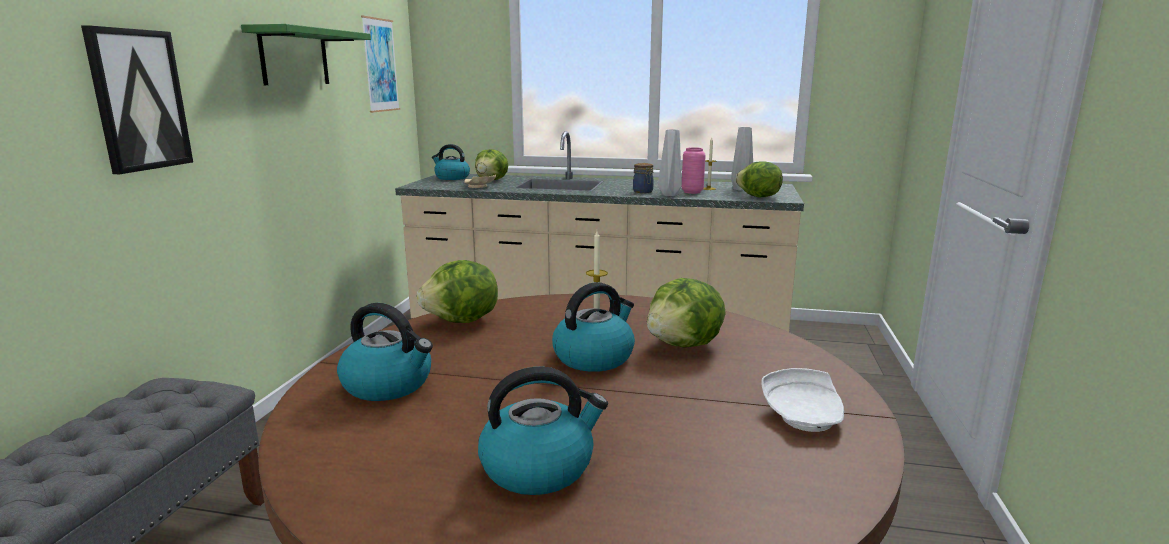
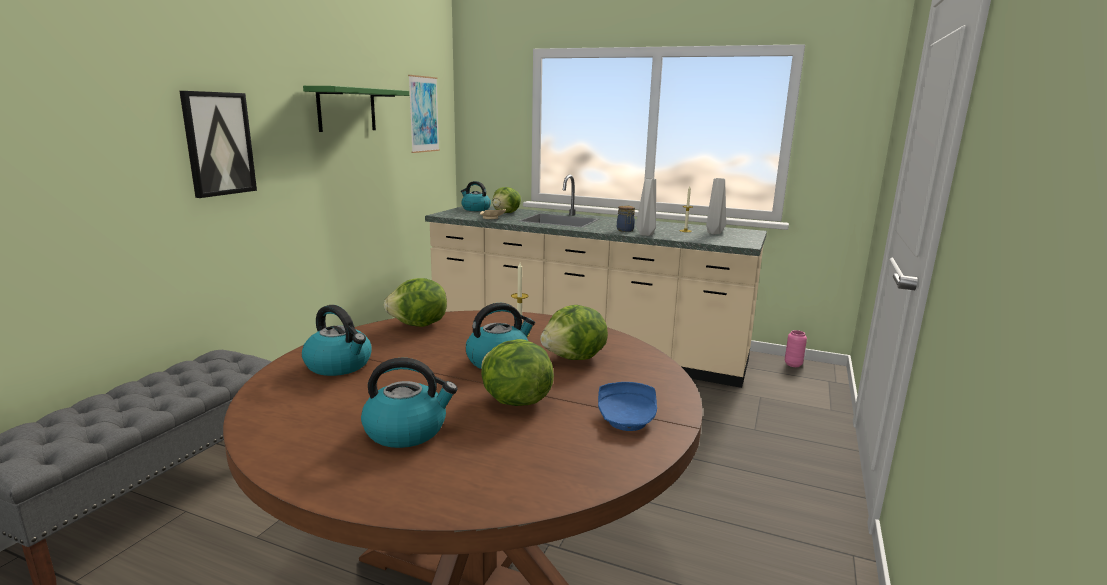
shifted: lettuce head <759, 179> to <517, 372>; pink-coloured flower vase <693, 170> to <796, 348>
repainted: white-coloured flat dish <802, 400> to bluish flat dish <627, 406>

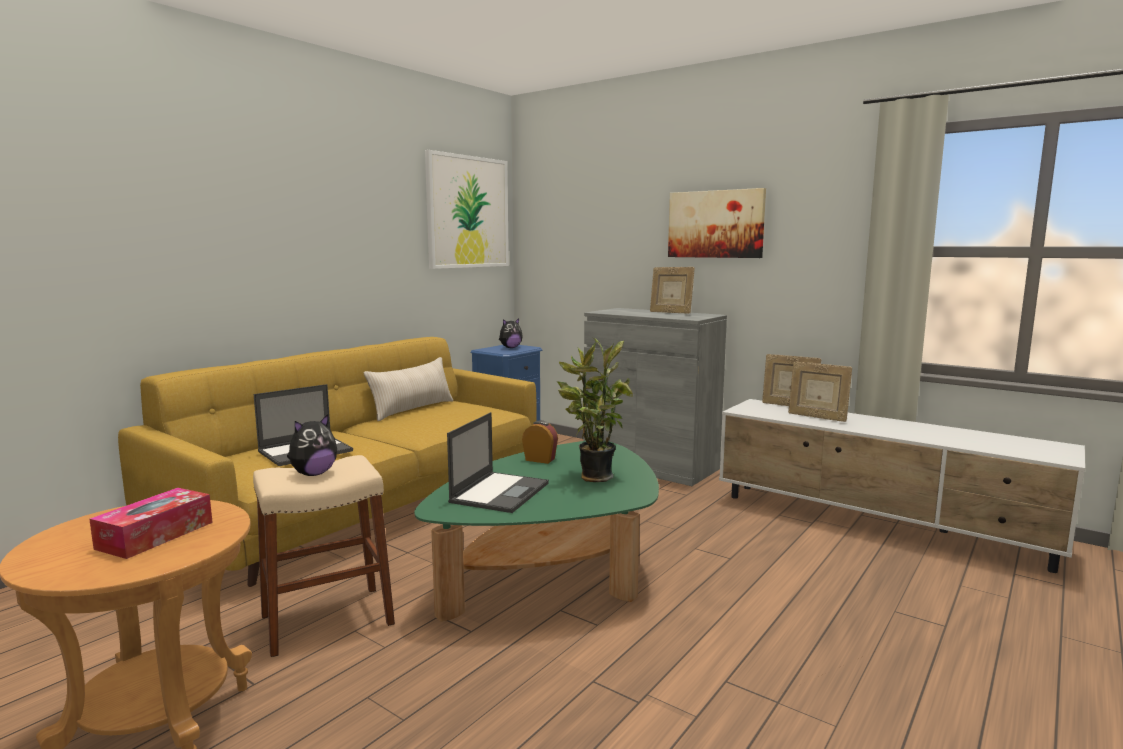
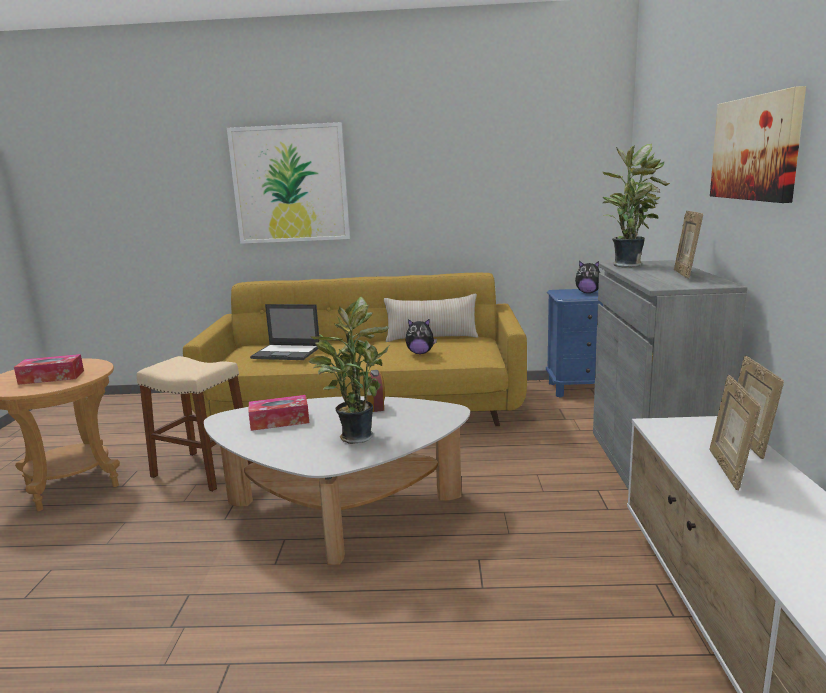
new: houseplant <636, 206>
shifted: wall picture <467, 209> to <288, 183>; soft toy <312, 445> to <421, 336>
swapped: notebook computer <498, 462> to box of tissues <278, 413>
repainted: greenish coffee table <537, 531> to white-coloured coffee table <337, 480>

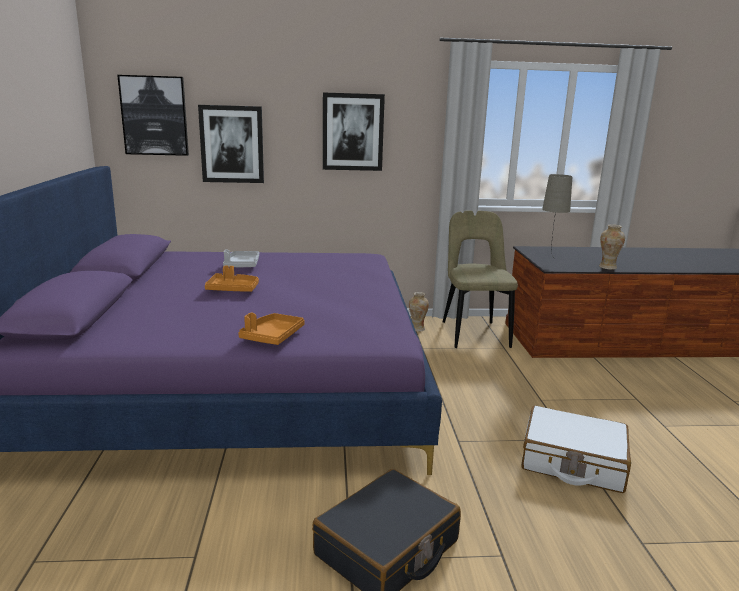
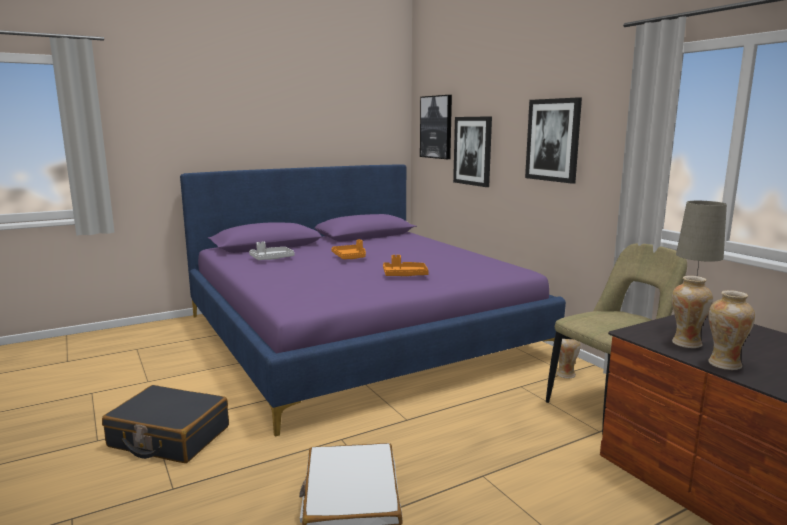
new: flower vase <692, 312>
shifted: grey serving tray <241, 258> to <272, 250>; orange serving tray <271, 329> to <406, 265>

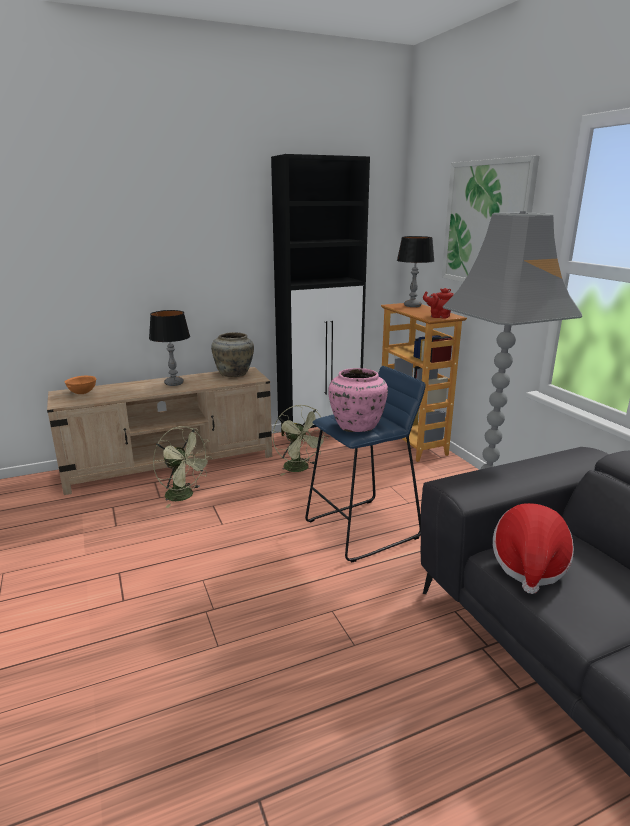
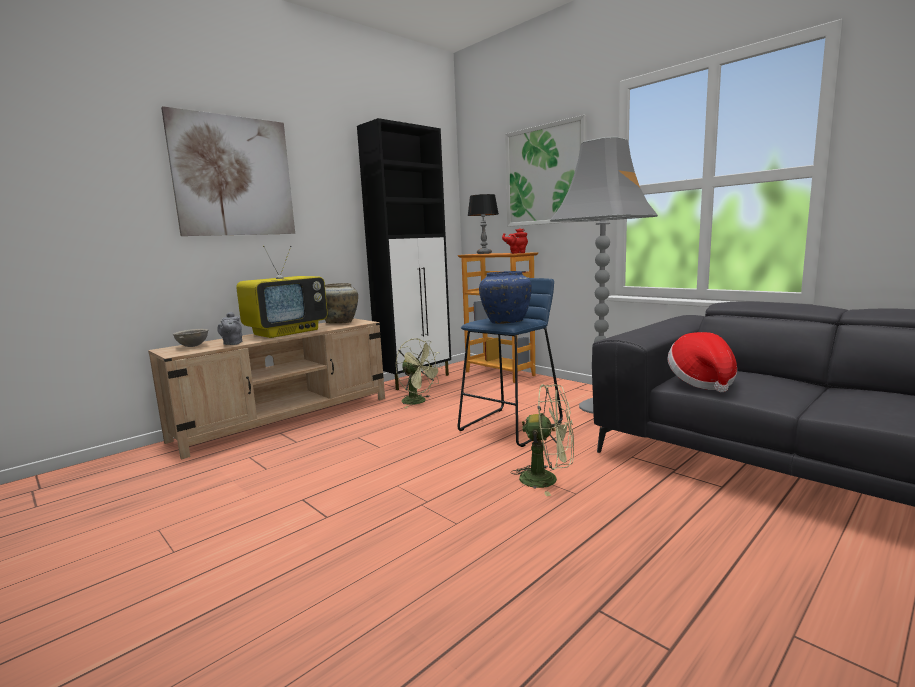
new: wall picture <228, 171>; grey tea pot <229, 328>
shifted: greenish electric fan <183, 467> to <542, 440>
swapped: lamp for a table <169, 348> to TV set <281, 292>
repainted: orange serving bowl <80, 385> to grey serving bowl <190, 338>; pink-coloured flower vase <358, 400> to bluish flower vase <505, 297>

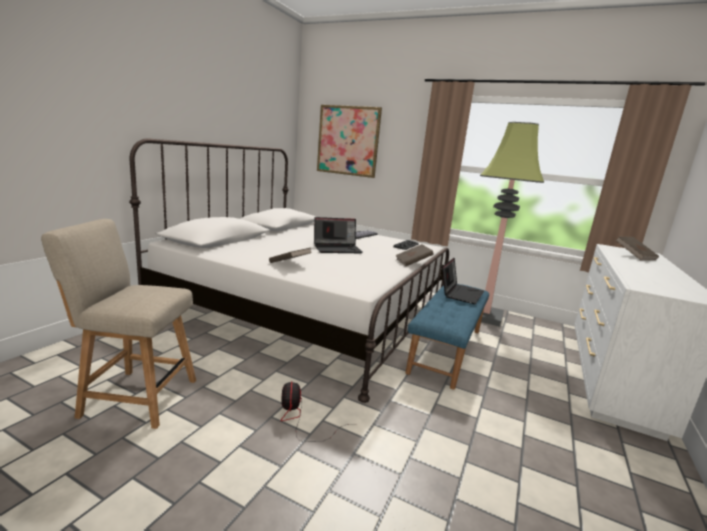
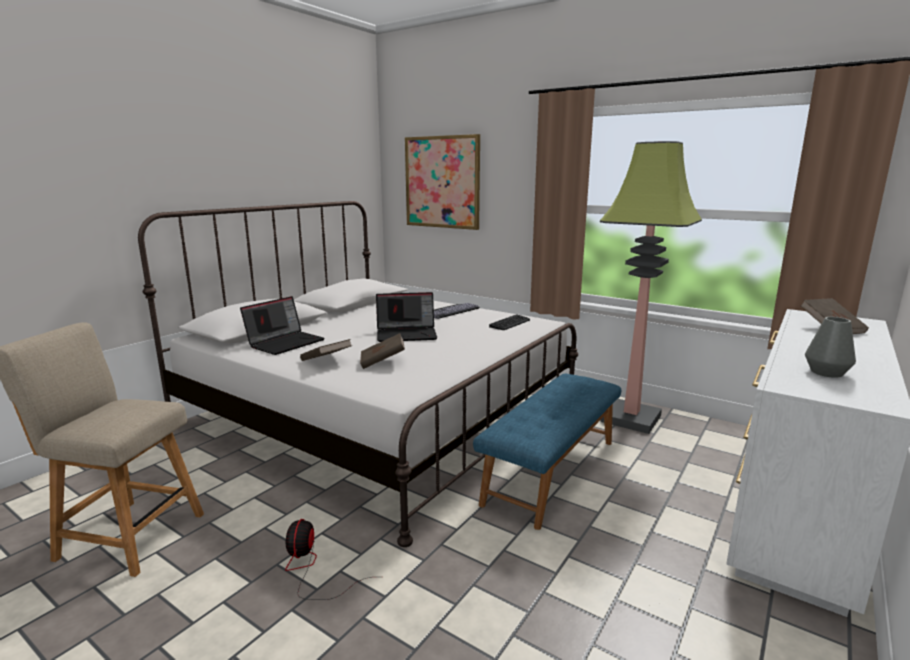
new: grey flower vase <830, 347>
shifted: notebook computer <463, 281> to <282, 325>; brown volume <415, 255> to <382, 351>

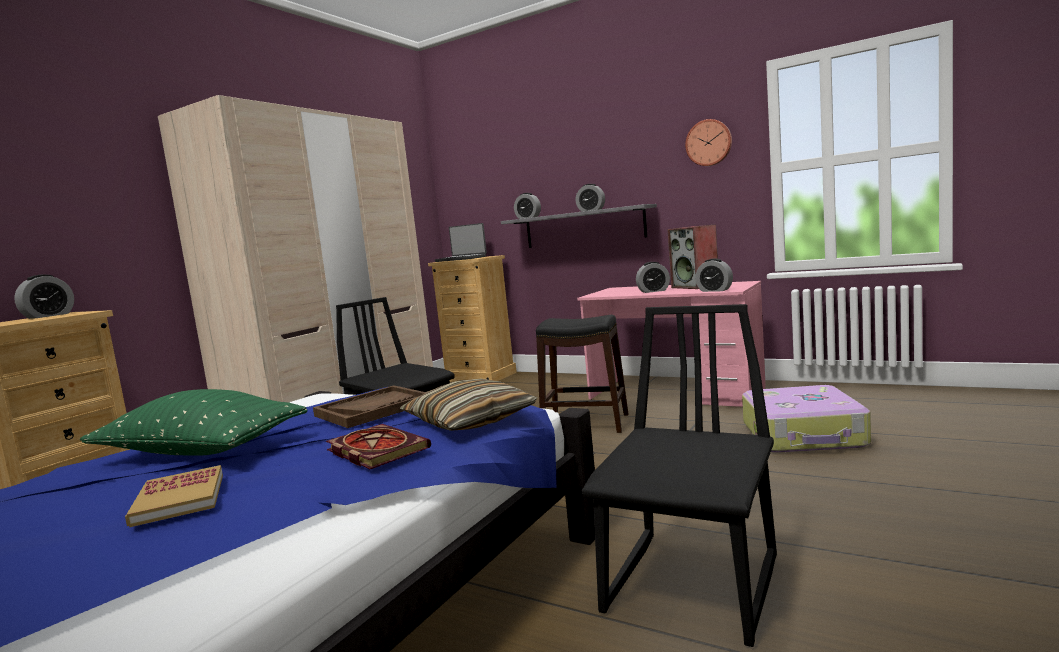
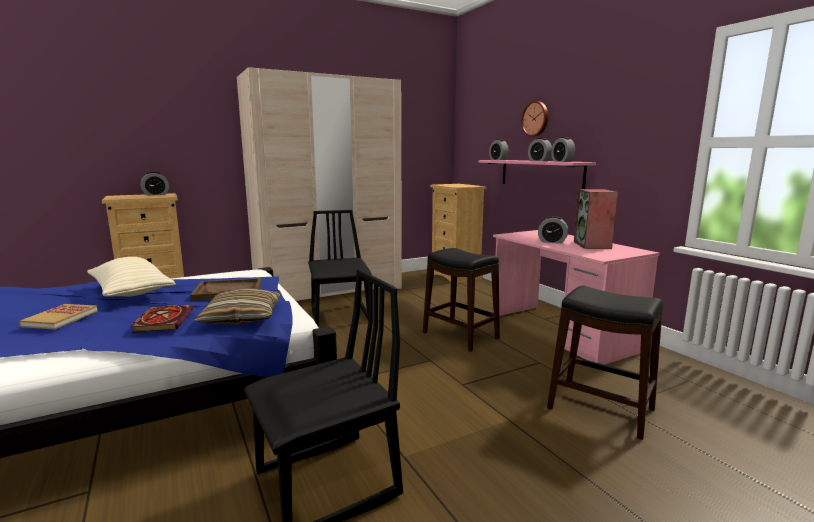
gone: notebook computer <461, 242>
shifted: clock on the wall <708, 142> to <534, 119>; bedside clock <714, 275> to <563, 149>
swapped: piece of luggage <806, 419> to black-coloured stool seat <605, 363>
repainted: greenish pillow <194, 422> to sand-coloured pillow <131, 277>; grey bracket shelf <579, 226> to pink-coloured bracket shelf <537, 174>

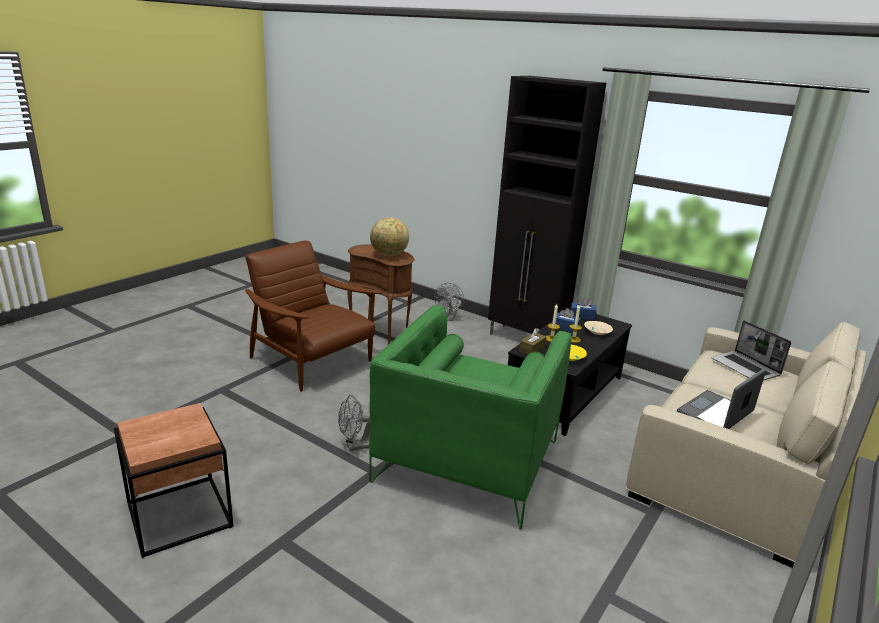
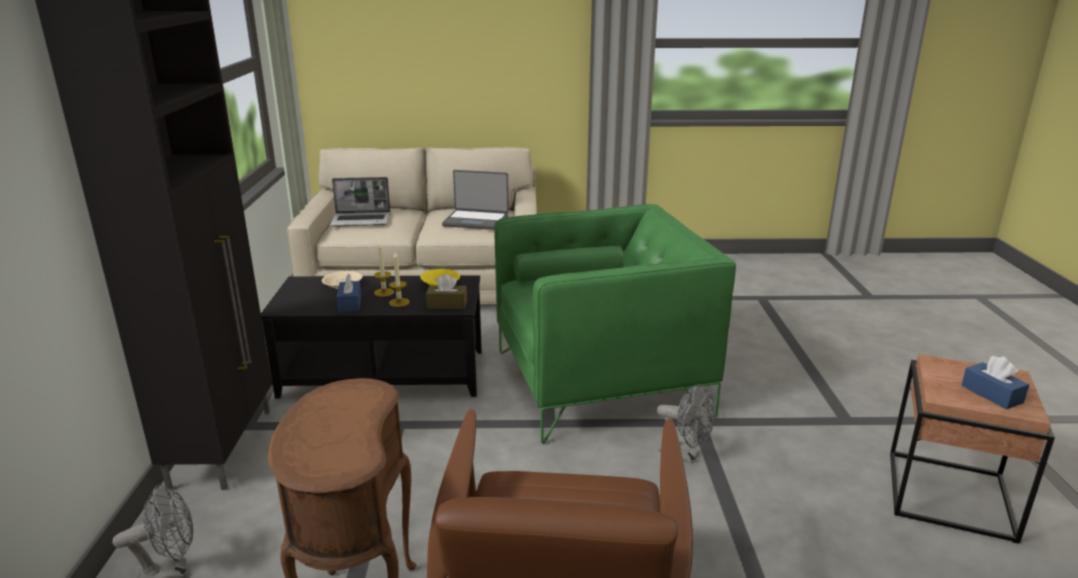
gone: world globe <389, 237>
shifted: bluish box of tissues <584, 308> to <995, 382>
rotated: notebook computer <751, 350> = <360, 202> 60 degrees clockwise

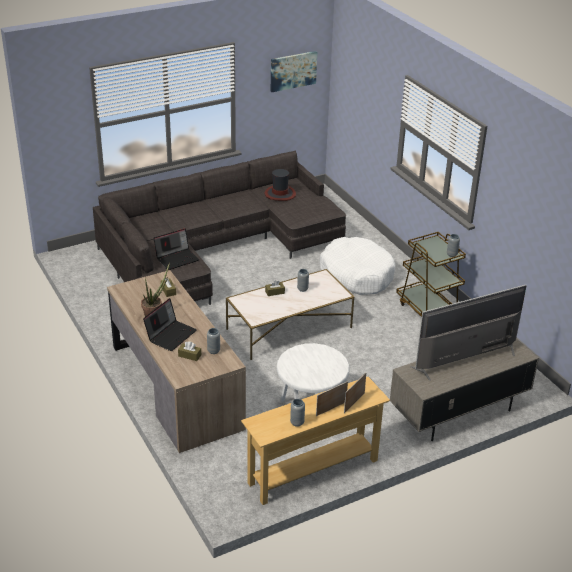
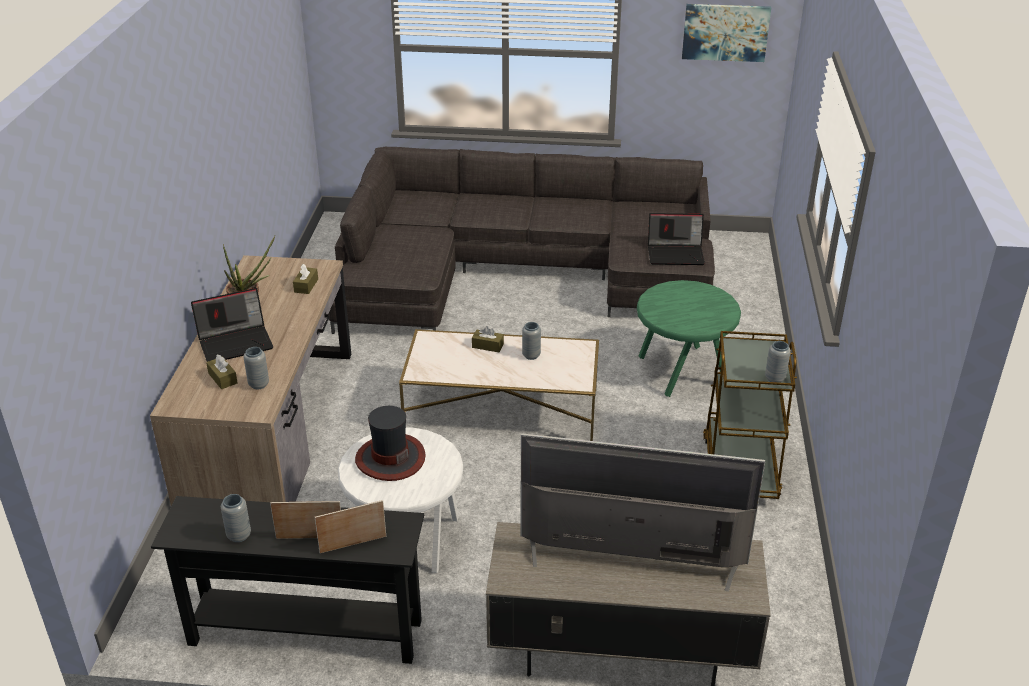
shifted: hat <280, 185> to <390, 443>; notebook computer <176, 249> to <676, 239>
swapped: white-coloured dog bed <357, 266> to greenish accent table <689, 338>
repainted: sand-coloured console table <315, 440> to black-coloured console table <287, 580>

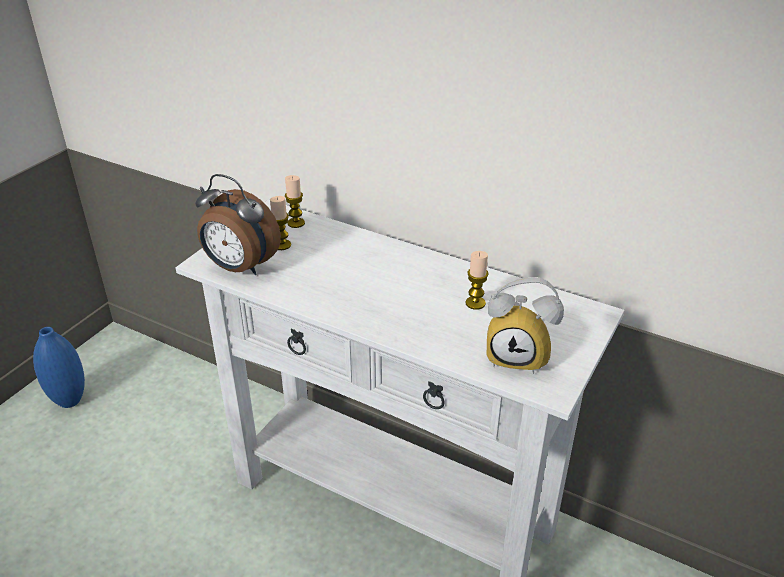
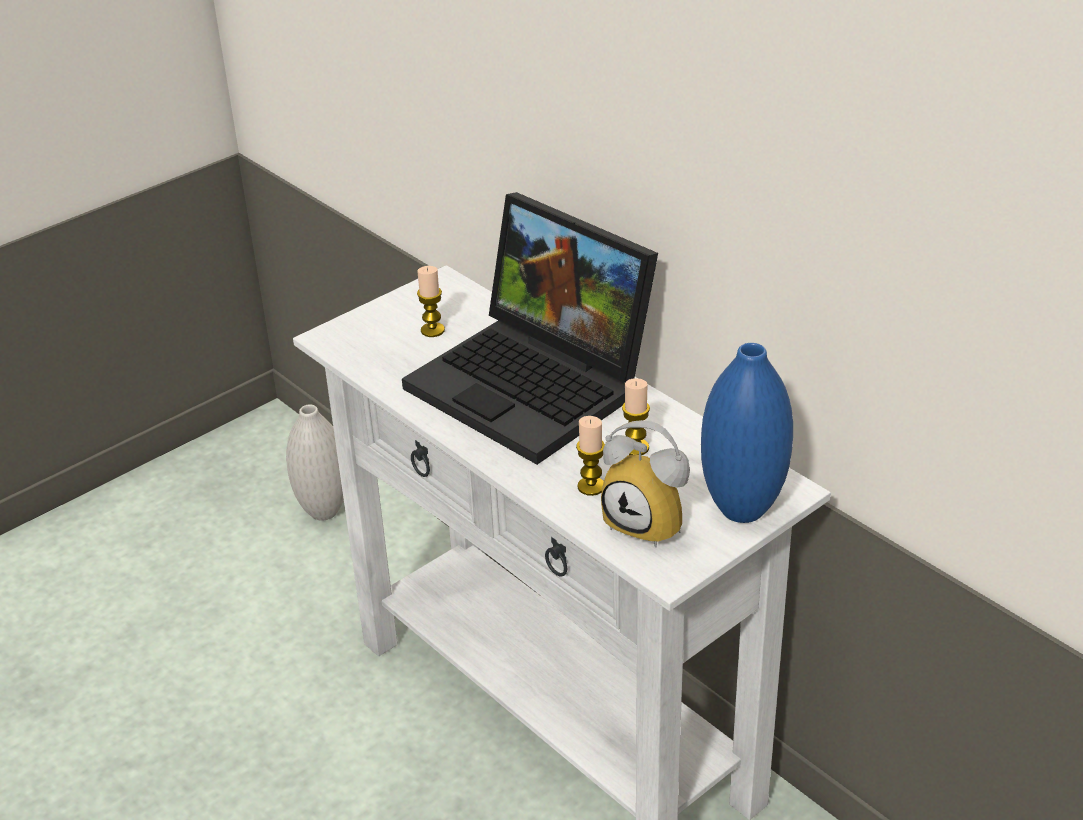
gone: bedside clock <238, 224>
new: white-coloured flower vase <315, 462>; notebook computer <530, 328>
shifted: wax light <295, 201> to <590, 456>; bluish flower vase <59, 367> to <747, 433>

